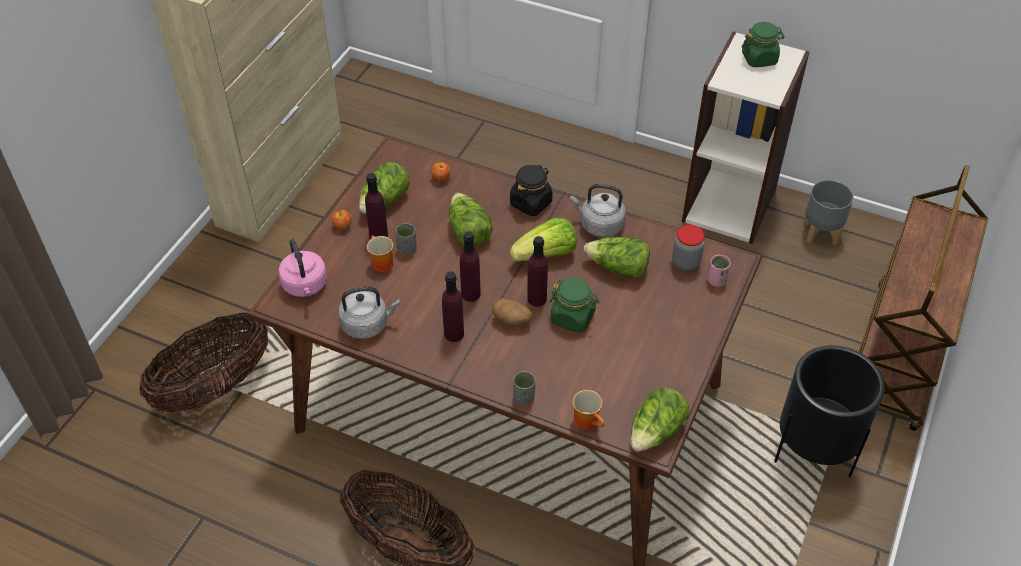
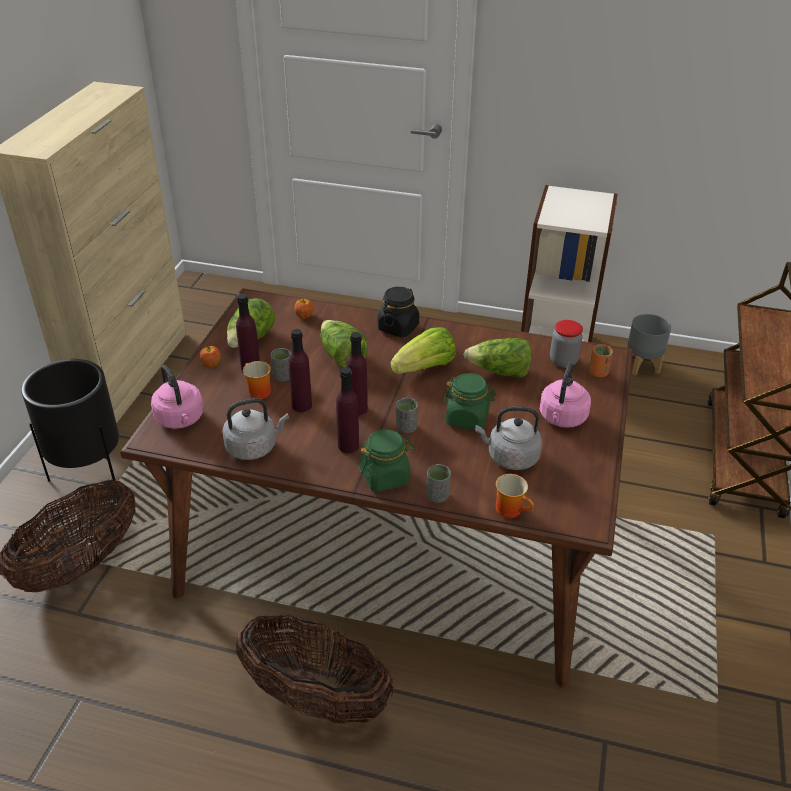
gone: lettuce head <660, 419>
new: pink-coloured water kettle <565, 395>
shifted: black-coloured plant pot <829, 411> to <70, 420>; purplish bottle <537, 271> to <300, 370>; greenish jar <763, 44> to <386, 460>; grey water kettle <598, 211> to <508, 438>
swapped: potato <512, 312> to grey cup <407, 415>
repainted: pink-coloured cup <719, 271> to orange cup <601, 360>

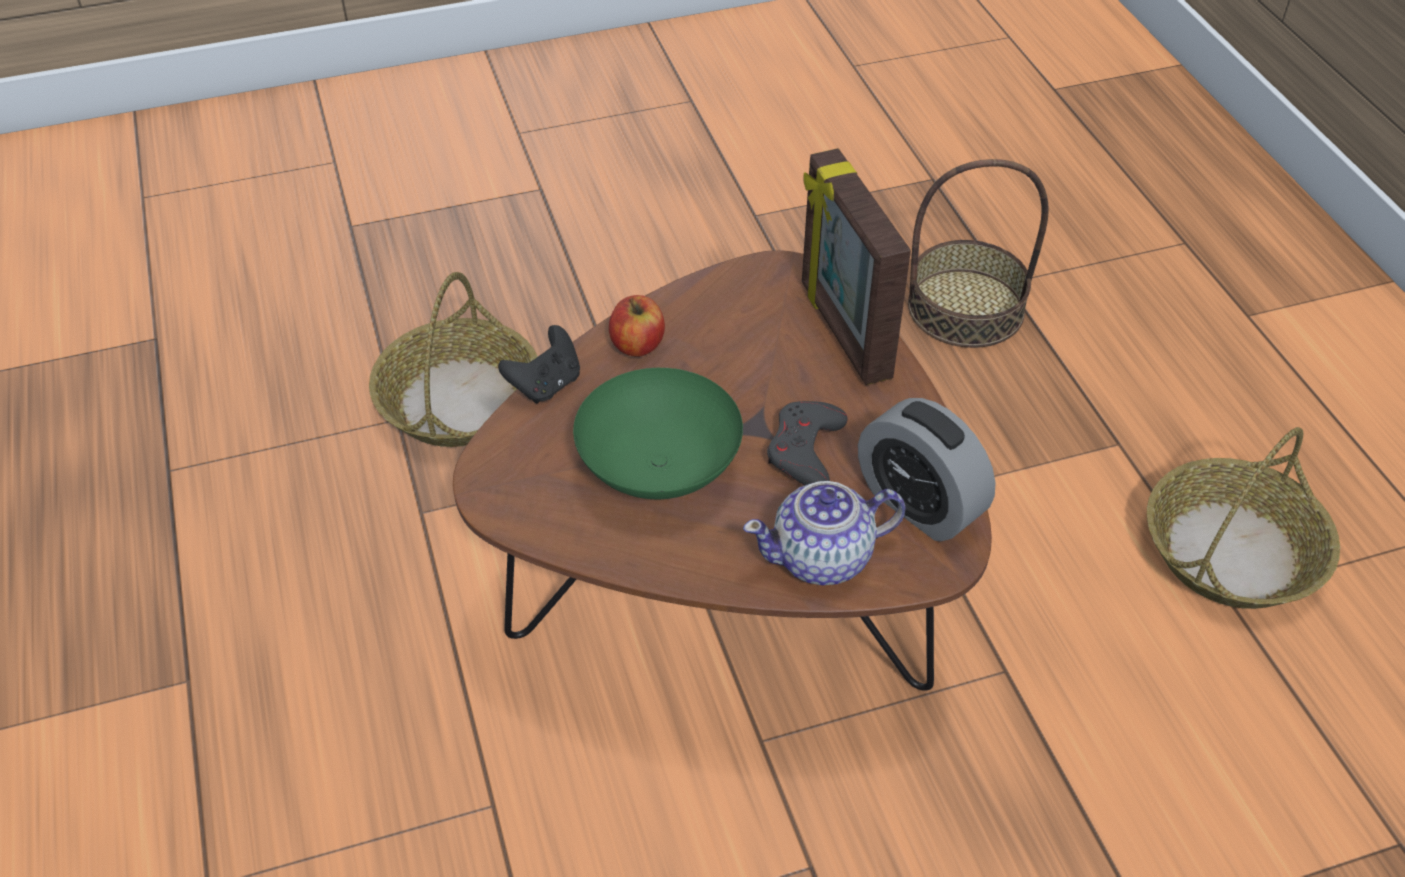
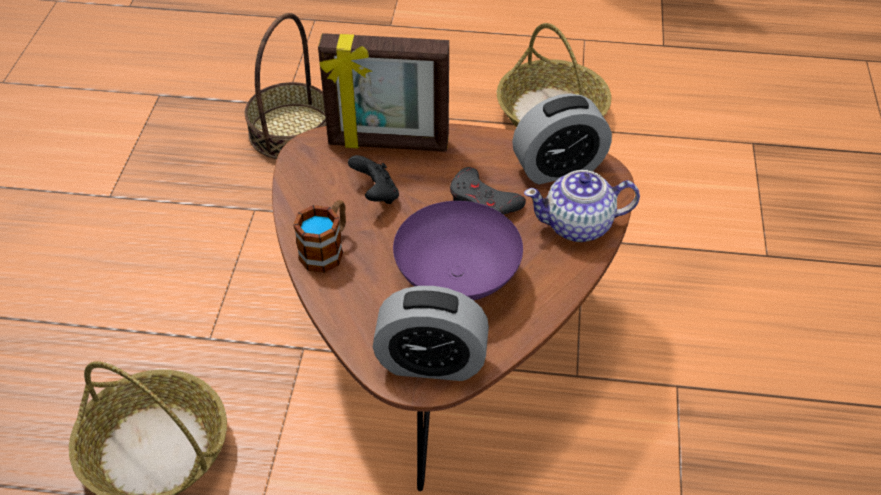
new: bedside clock <431, 333>
shifted: black-coloured gamepad <539, 364> to <373, 179>
swapped: apple <637, 326> to coffee mug <319, 236>
repainted: greenish serving bowl <658, 433> to purplish serving bowl <458, 250>
rotated: tea pot <824, 533> = <582, 206> 75 degrees clockwise

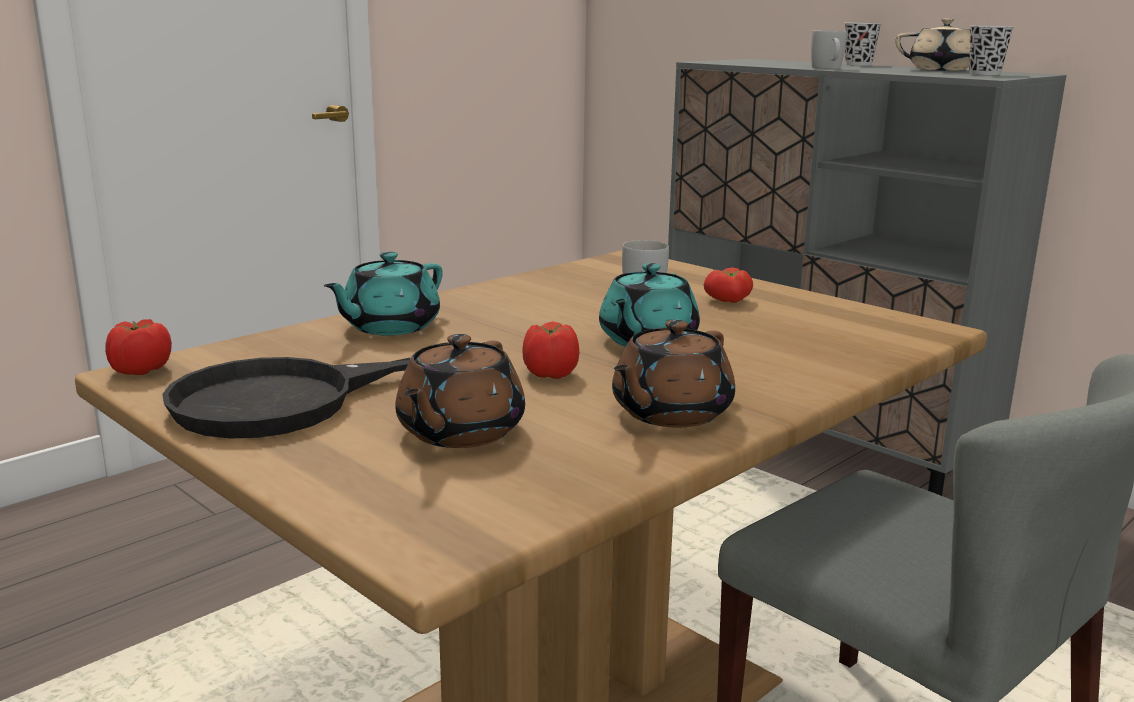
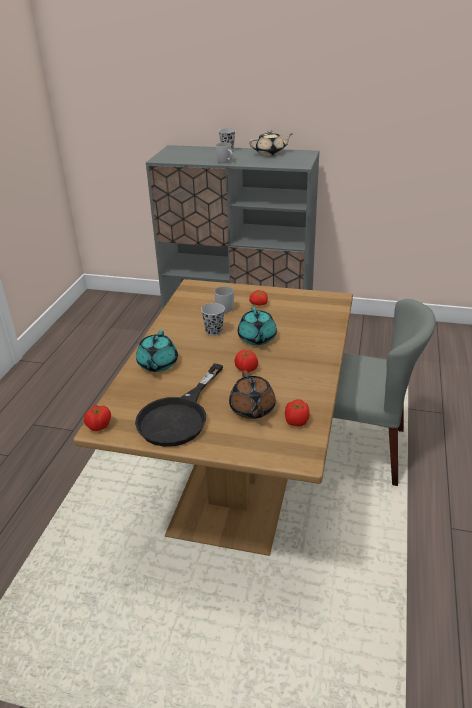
gone: brown tea pot <673, 373>
new: whole tomato <297, 412>
shifted: black-coloured cup <991, 50> to <213, 319>

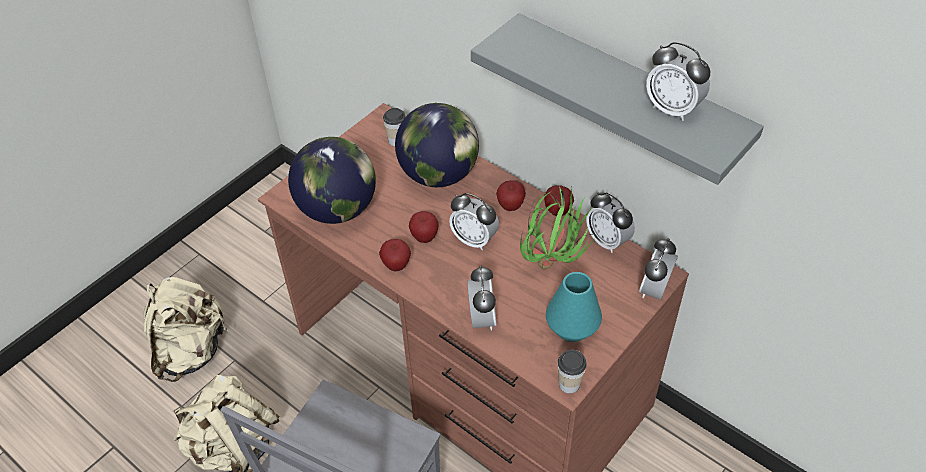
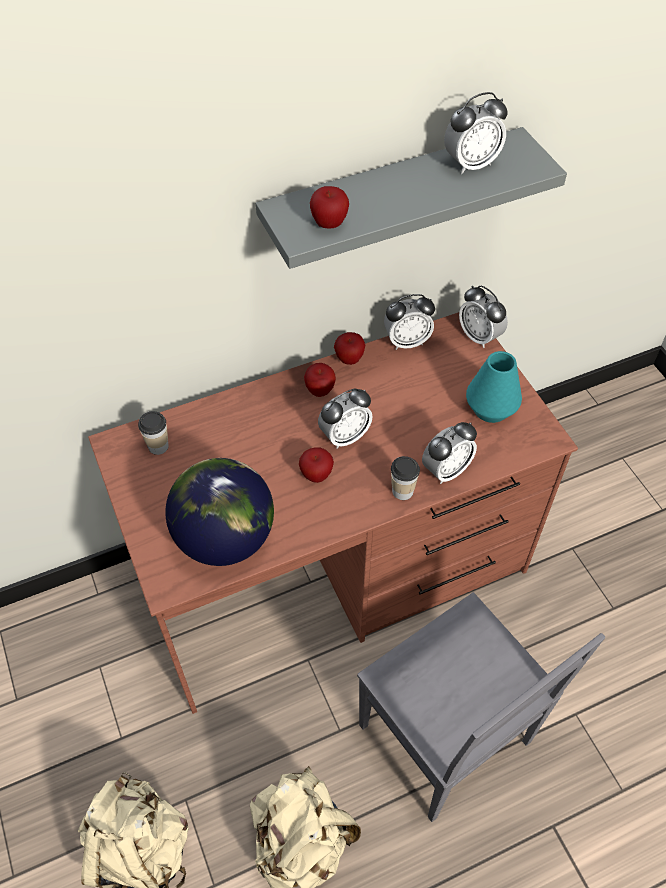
gone: world globe <437, 145>; houseplant <557, 228>
shifted: apple <395, 255> to <329, 207>; cup <572, 372> to <405, 478>
rotated: bedside clock <482, 298> = <449, 453> 120 degrees clockwise

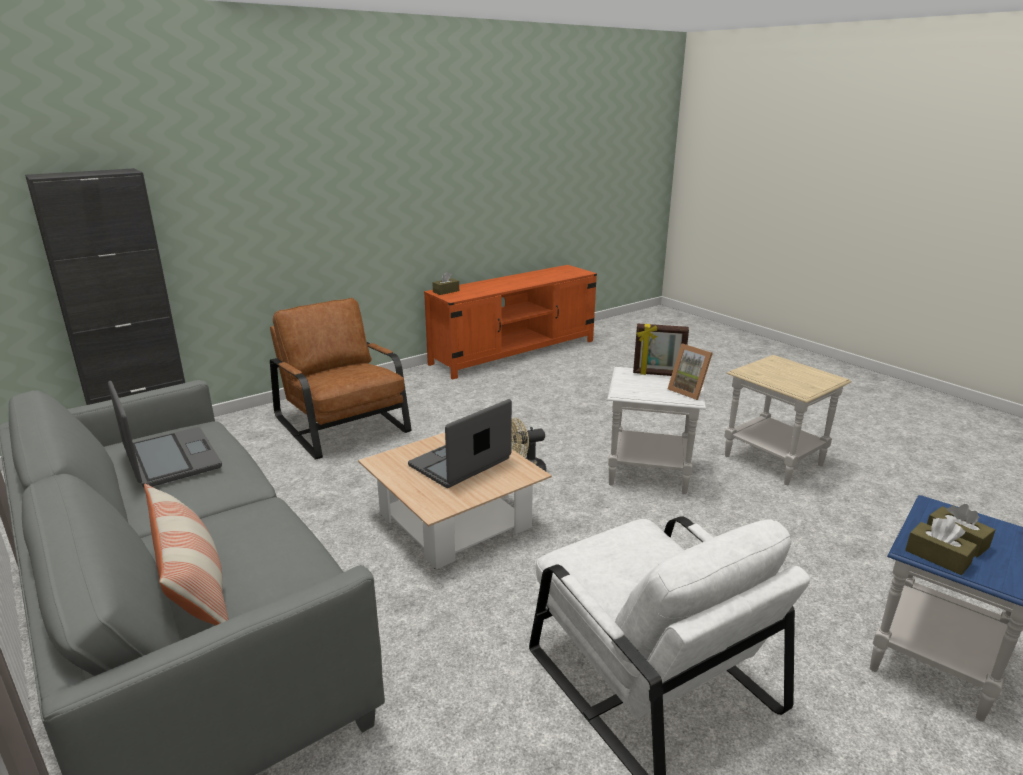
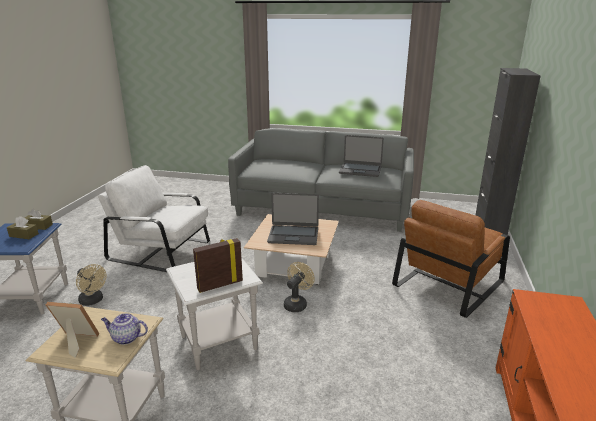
gone: pillow <186, 554>; brown box of tissues <445, 283>
new: sand-coloured electric fan <91, 285>; tea pot <124, 329>
shifted: photo frame <690, 371> to <73, 330>
rotated: notebook computer <460, 443> = <293, 219> 90 degrees clockwise; brown lounge chair <340, 379> = <451, 259> 120 degrees clockwise

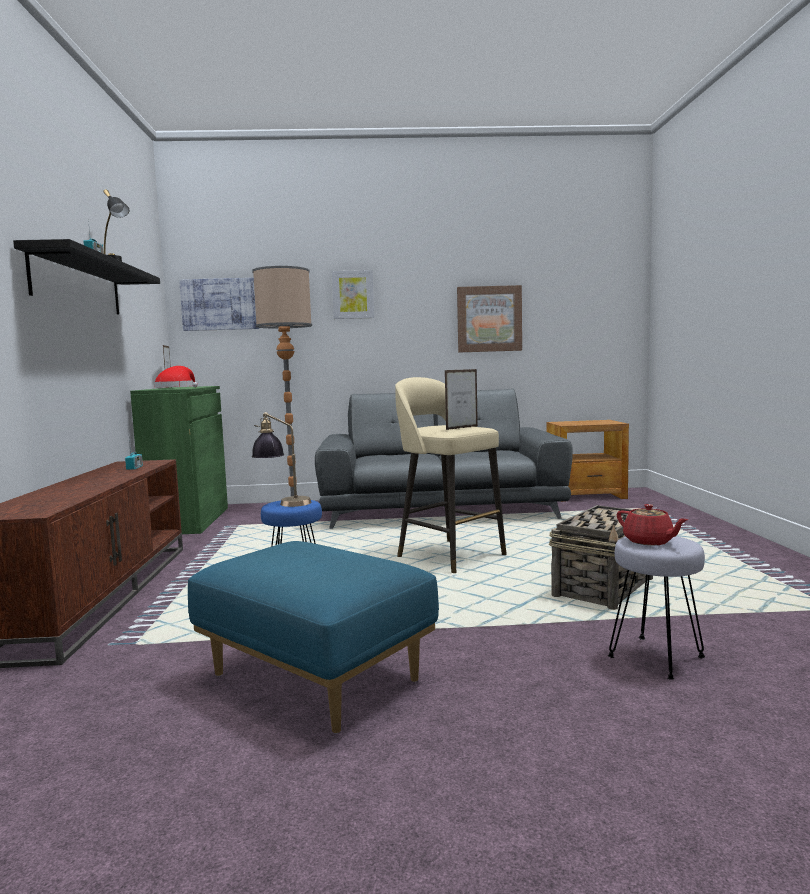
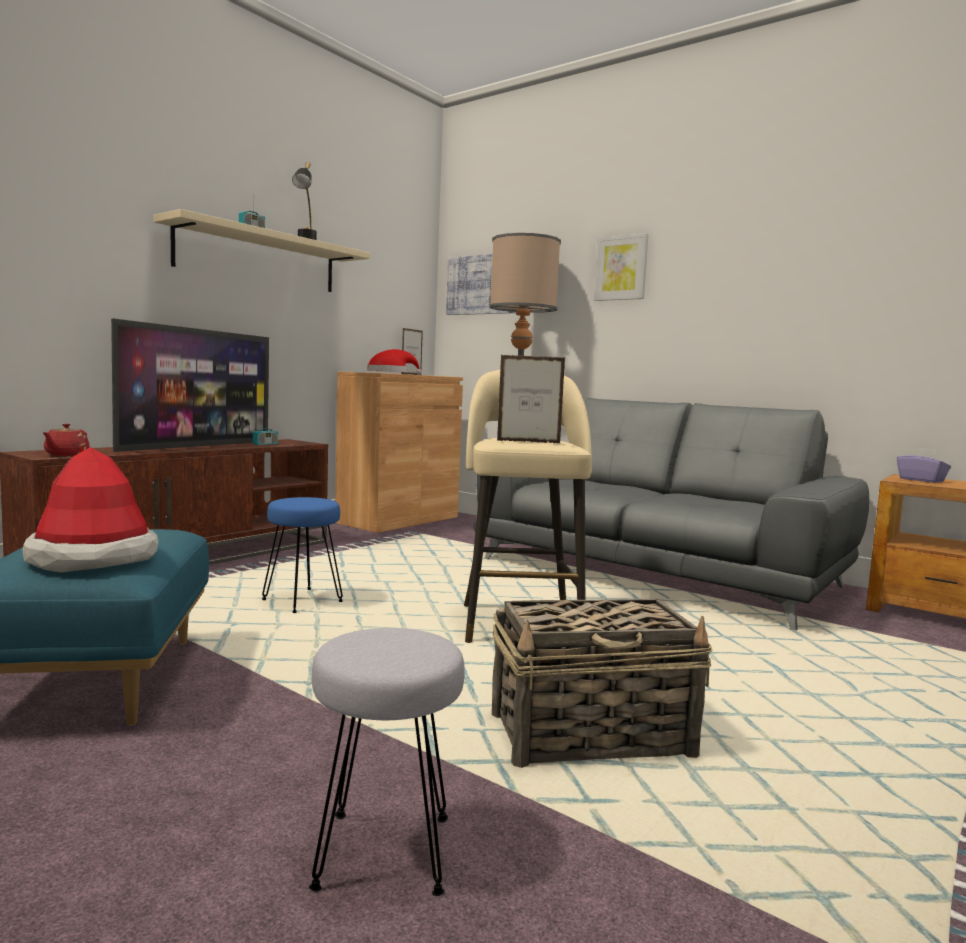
gone: lamp for a table <282, 459>; wall picture <489, 319>
new: hat <90, 509>; TV set <190, 385>; purplish box of tissues <924, 465>
shifted: red-coloured tea pot <652, 524> to <66, 439>
repainted: black-coloured bracket shelf <86, 277> to sand-coloured bracket shelf <262, 250>; greenish cabinet <179, 460> to brown cabinet <399, 452>

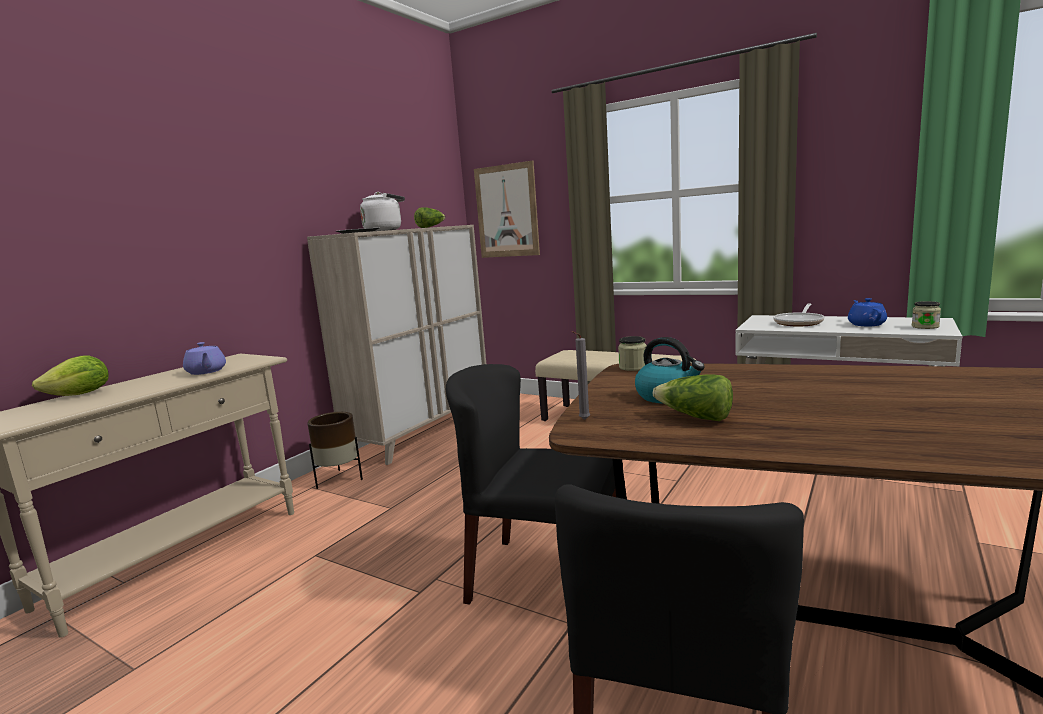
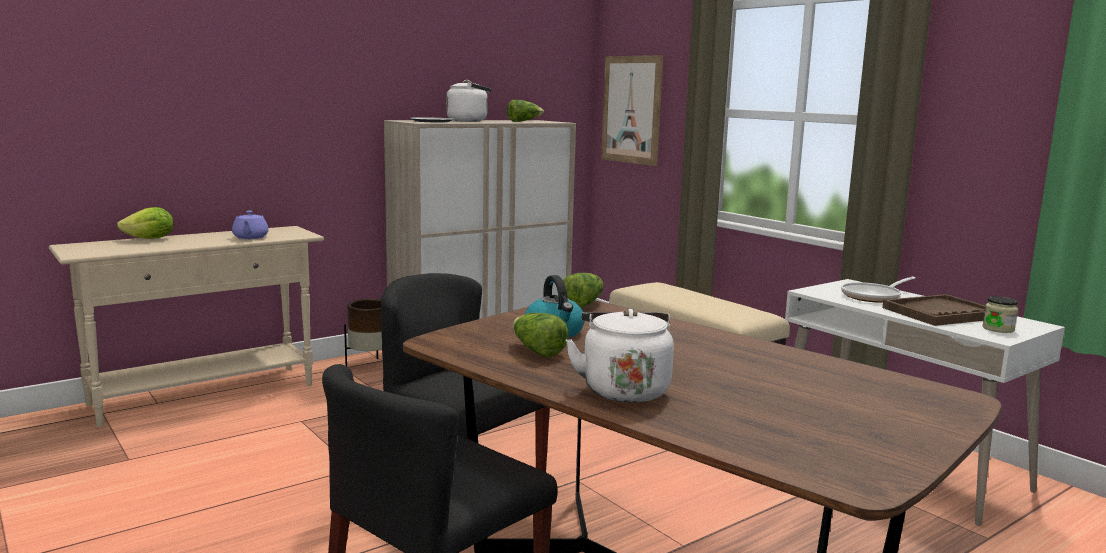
gone: grey wax light <580, 375>
new: white-coloured water kettle <620, 356>
swapped: jar <632, 353> to lettuce head <583, 290>; bluish tea pot <867, 312> to brown serving tray <933, 310>

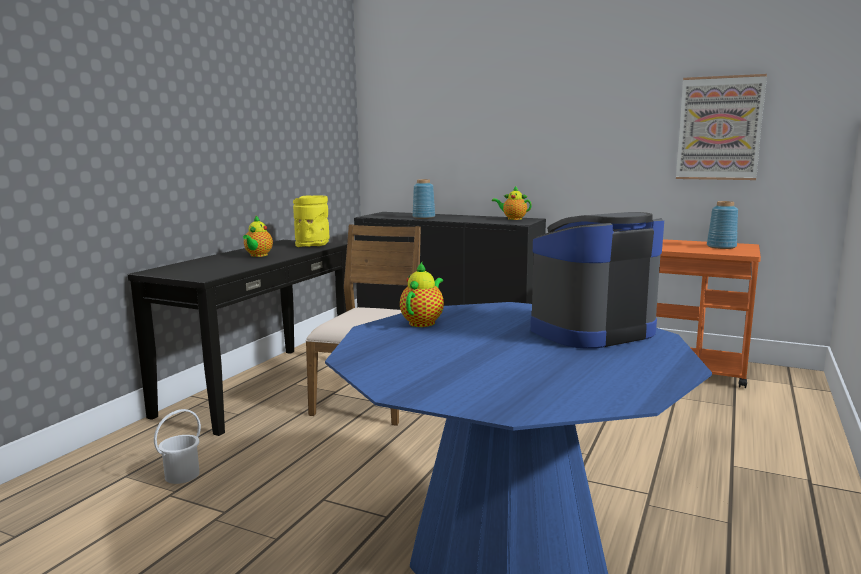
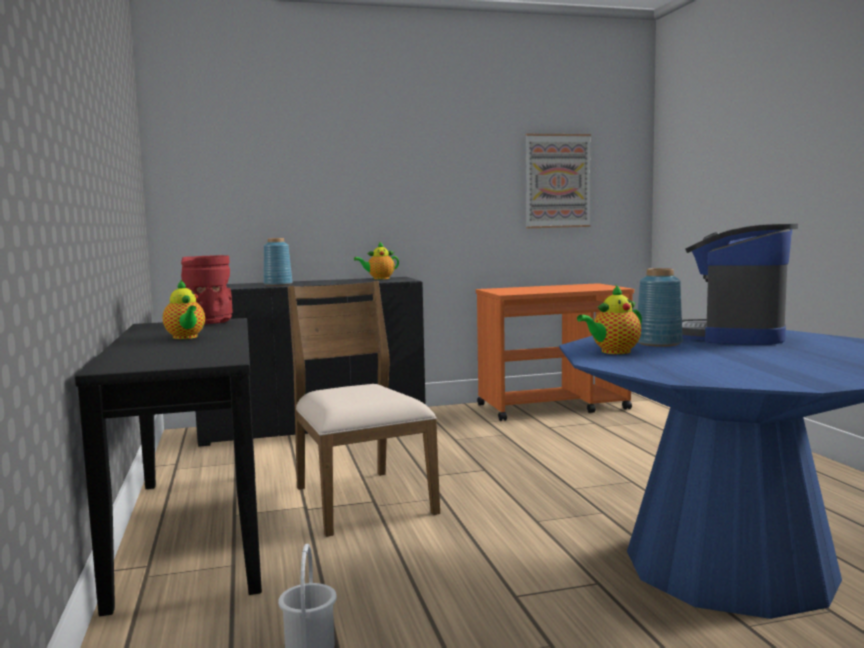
shifted: bluish flower vase <722, 225> to <660, 307>
repainted: yellow flower vase <311, 221> to red-coloured flower vase <206, 290>
rotated: tea pot <422, 294> = <609, 319> 105 degrees counterclockwise

